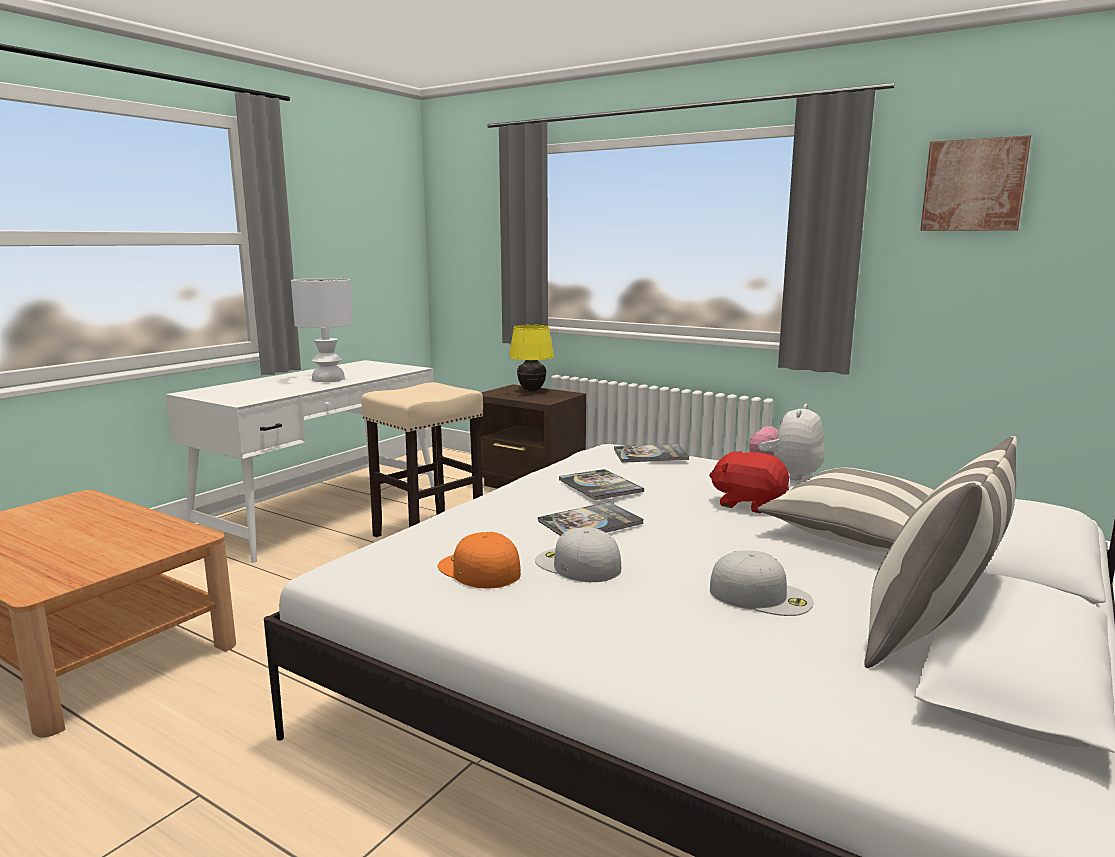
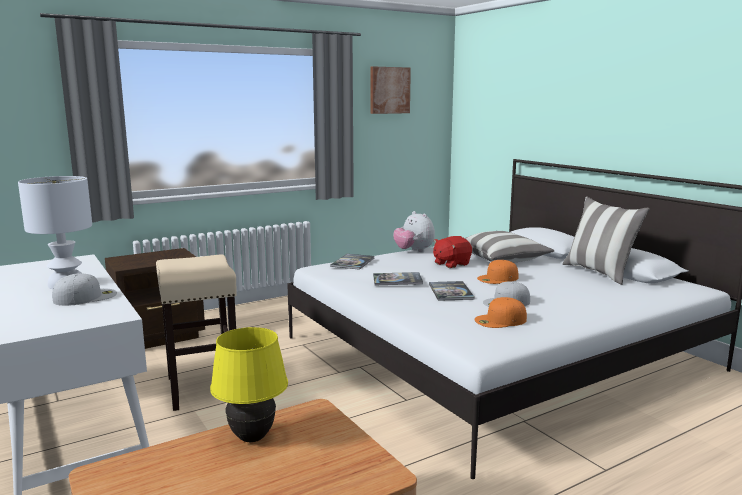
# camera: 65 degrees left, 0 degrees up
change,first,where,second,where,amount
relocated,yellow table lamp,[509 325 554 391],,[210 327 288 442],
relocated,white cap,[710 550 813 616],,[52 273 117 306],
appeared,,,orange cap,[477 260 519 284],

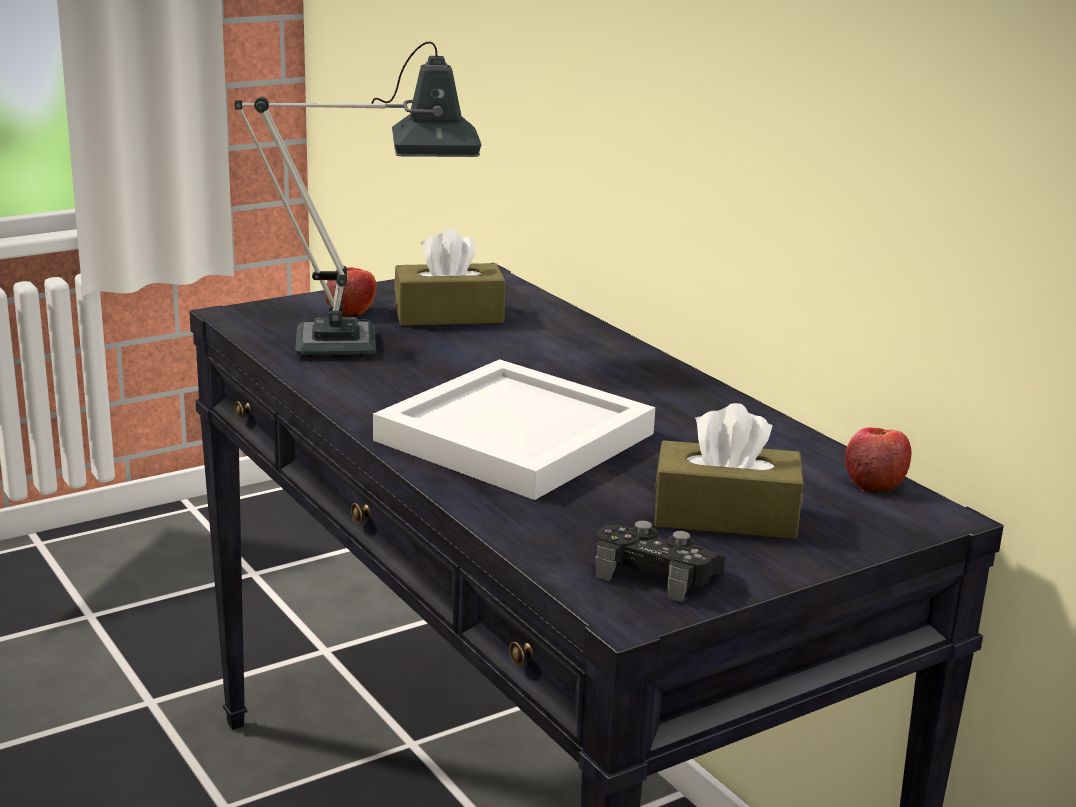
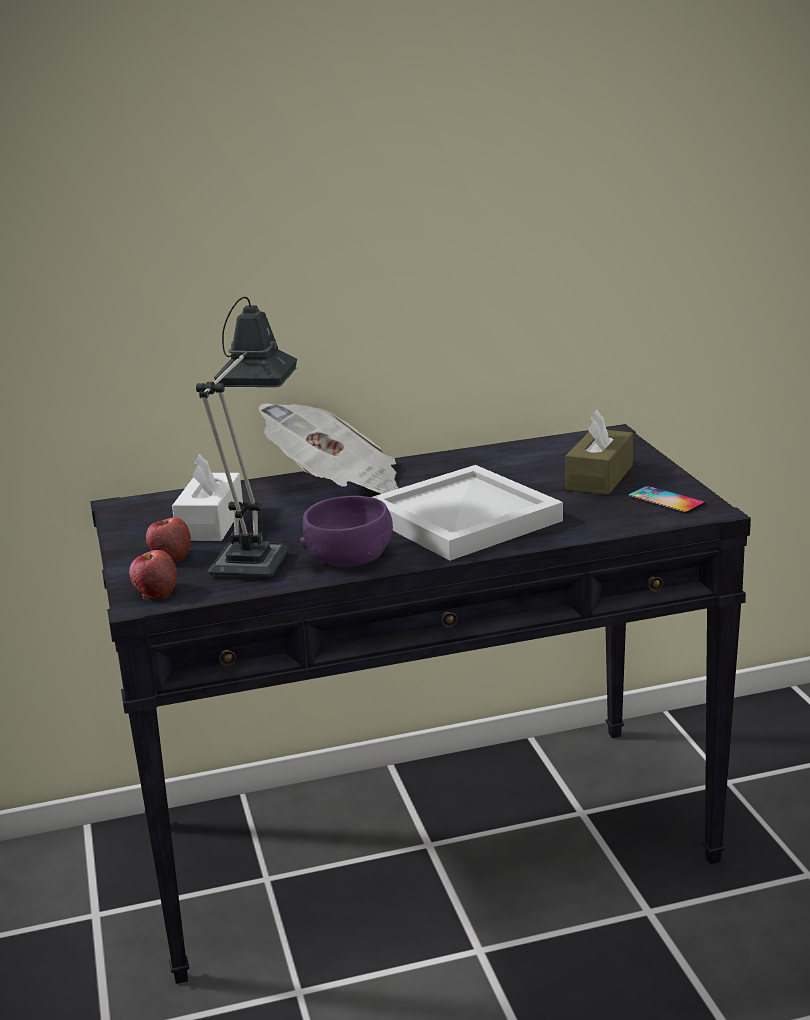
# camera: 70 degrees left, 0 degrees up
change,first,where,second,where,amount
colour,brown tissue box,[394 228 506 326],white tissue box,[172 453 243 541],
exchanged,black game controller,[595 520 726 602],phone,[629 486 705 513],
relocated,apple,[845 427 912 493],,[129 550 177 600],
appeared,,,newspaper,[258 403 398 494],
appeared,,,purple bowl,[300 496 393 567],

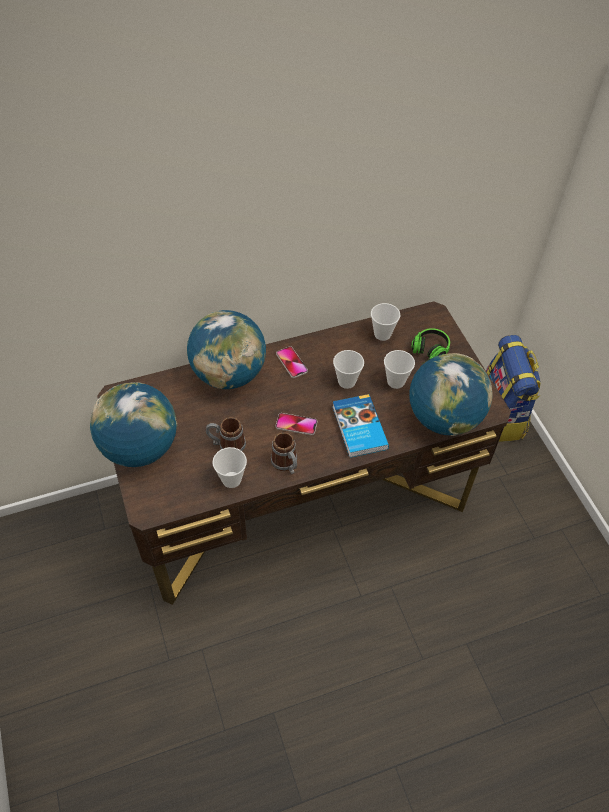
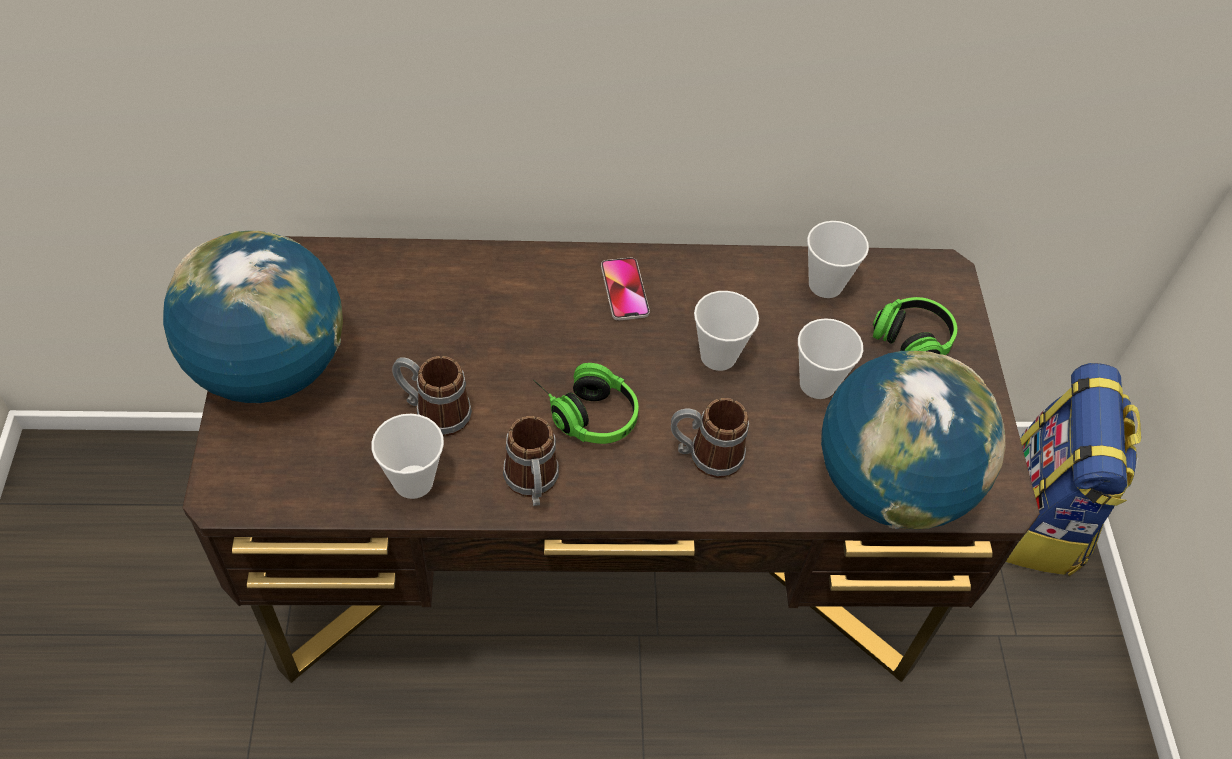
# camera: 15 degrees right, 0 degrees up
change,first,where,second,where,amount
missing,globe,[187 310 266 389],,,
exchanged,phone,[276 413 318 435],headphones,[533 363 639 444],
exchanged,book,[332 394 389 458],mug,[671 398 749 478],

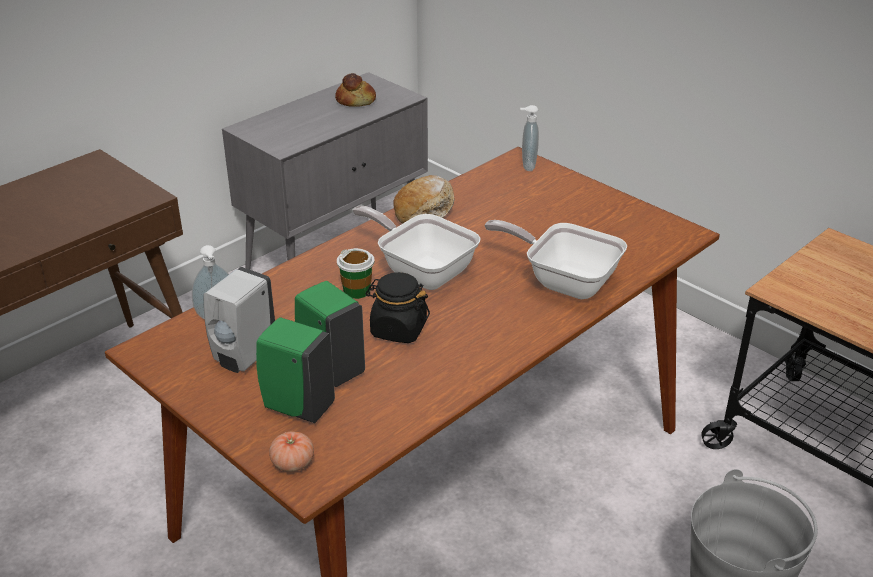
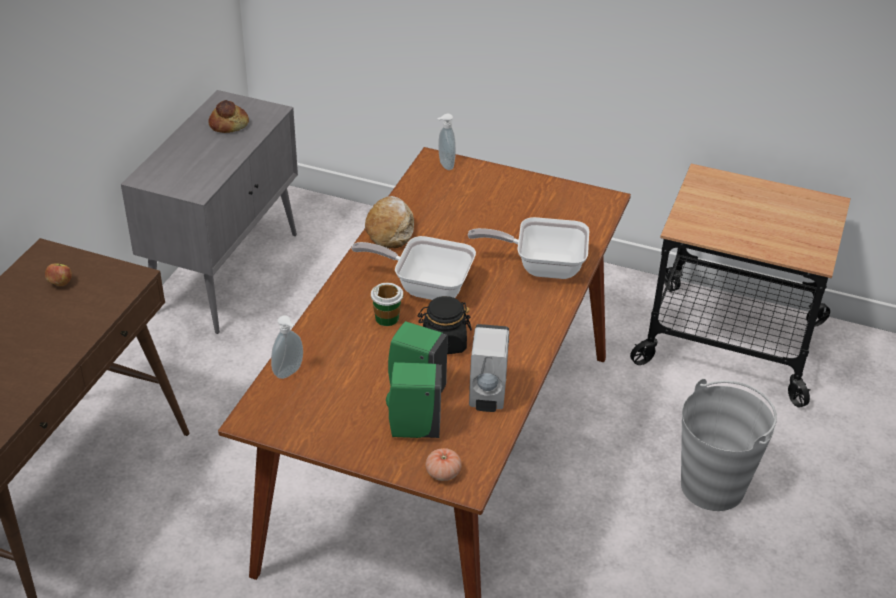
# camera: 25 degrees left, 5 degrees up
change,first,where,second,where,amount
relocated,white soap dispenser,[203 267 275 373],,[469 324 509 412],
appeared,,,apple,[45 262 72 286],

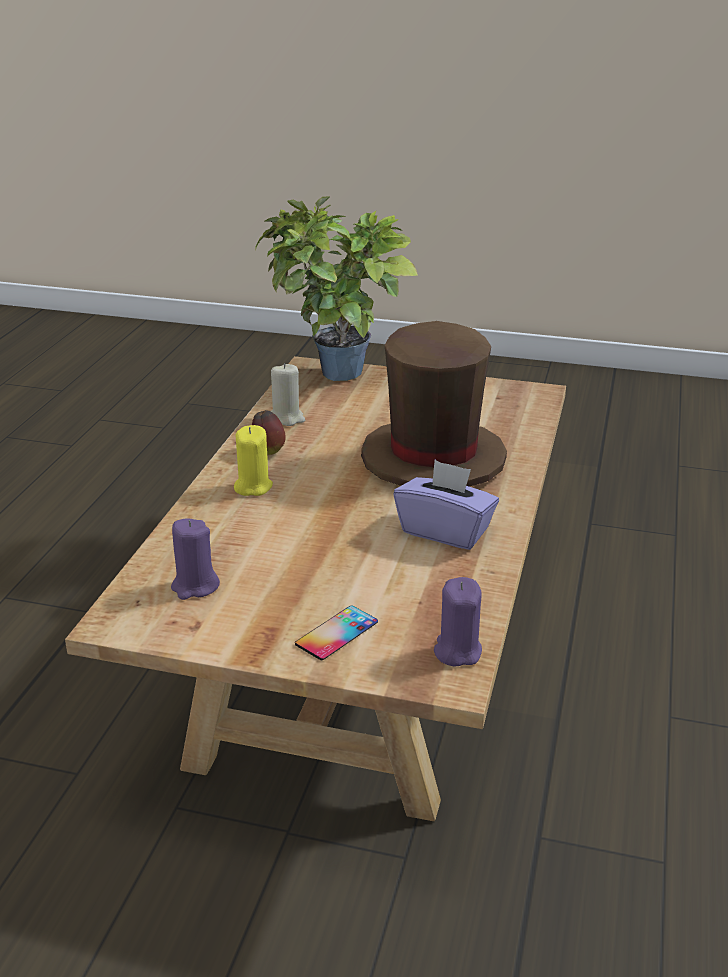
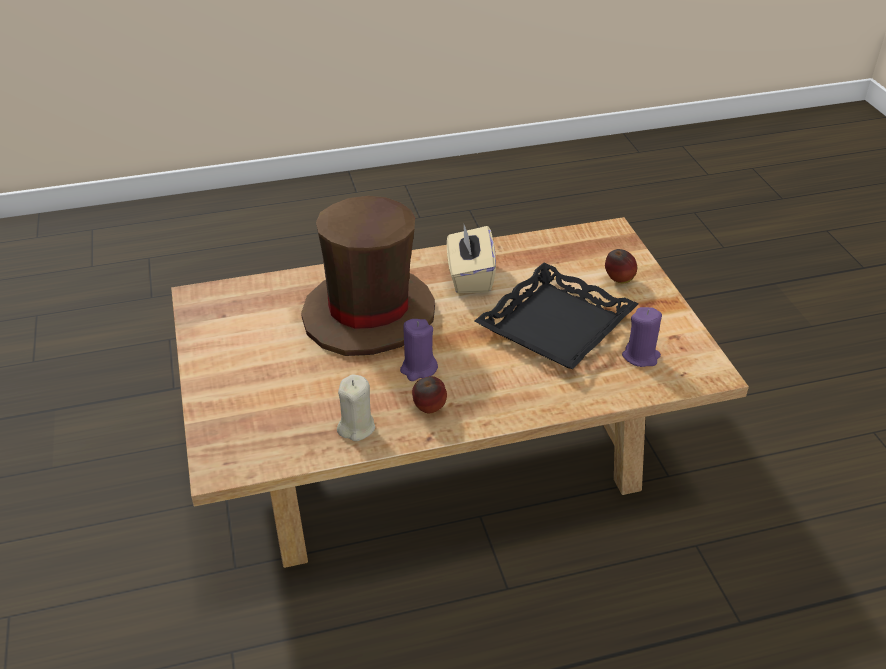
# camera: 120 degrees left, 10 degrees up
change,first,where,second,where,amount
missing,yellow candle,[234 425 273 496],,,
missing,potted plant,[256 196 418 381],,,
exchanged,phone,[295 605 378 660],apple,[605 249 637 283],
colour,purple tissue box,[394 460 499 550],beige tissue box,[447 225 496 293],
relocated,purple candle,[434 577 482 667],,[400 319 438 381],
appeared,,,black tray,[475 263 639 369],

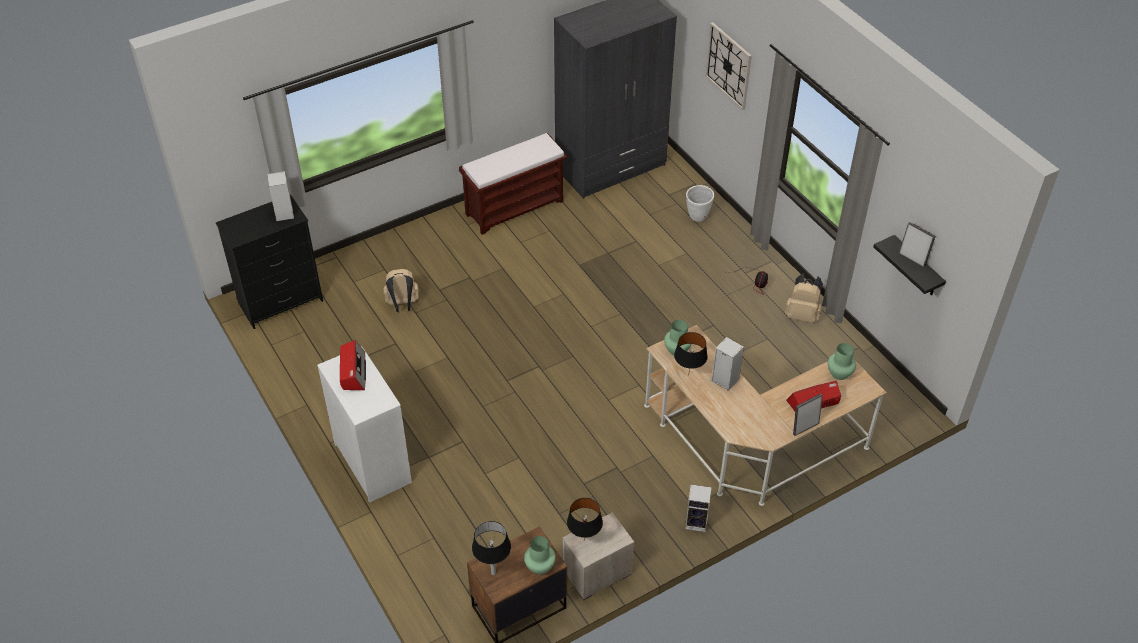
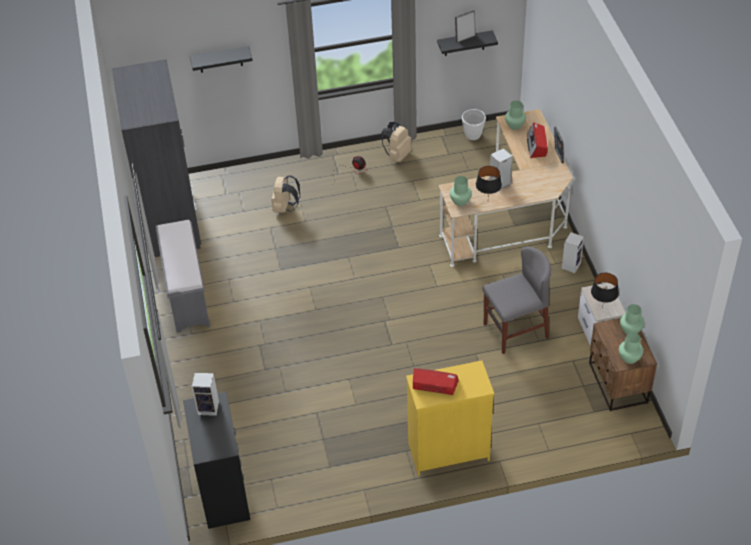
# camera: 70 degrees left, 0 degrees up
change,first,where,second,where,amount
colour,white dresser,[317 346 412 503],yellow dresser,[406 360 494 476],
relocated,beige backpack,[384 269 419 312],,[272 176 300 213],
colour,brown bench,[459 133 567 235],grey bench,[156 220 210 333],
exchanged,black table lamp,[472 521 511 575],green vase,[619 332 643 364],
relocated,white planter,[686 185 714 222],,[462 109 486 140],
exchanged,wall clock,[705 22 752 110],black shelf,[190 46 253 73],
appeared,,,grey chair,[482 247 551 354],

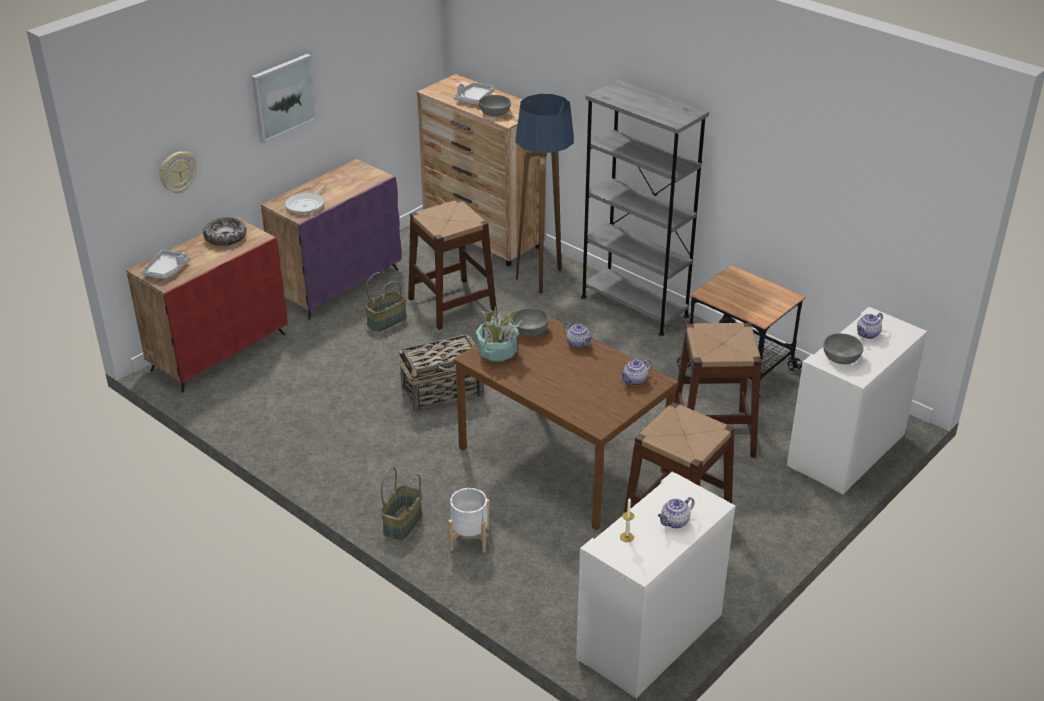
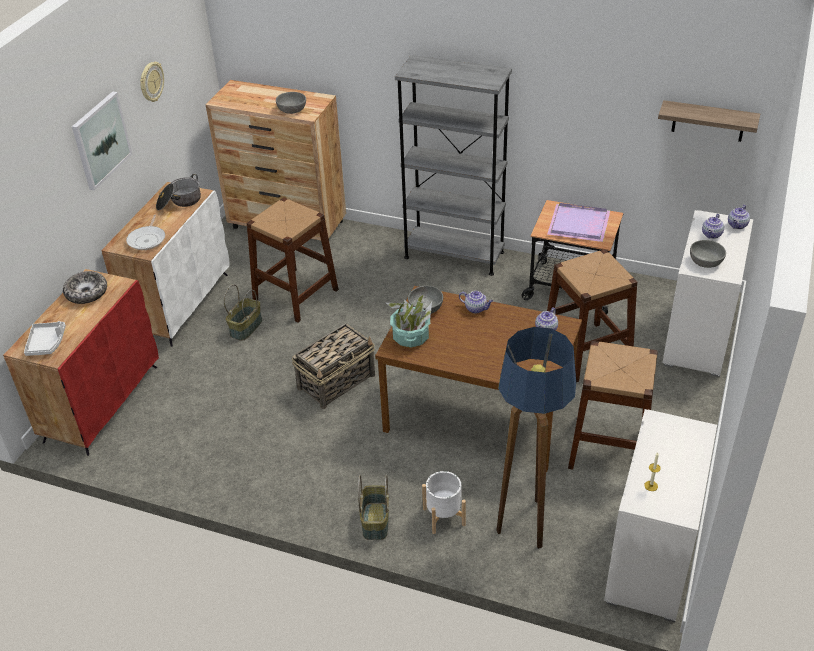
# camera: 20 degrees left, 5 degrees up
change,first,where,second,where,amount
relocated,wall clock,[159 151 197 193],,[140 62 164 102],
colour,purple cabinet,[261 159 401 320],white cabinet,[101 182 230 347],
missing,grey tray,[454 83 494 105],,,
relocated,floor lamp,[515 94 574 294],,[496 327 576 549],
relocated,teapot,[658 497 694 529],,[728 205 750 229],
appeared,,,cooking pot,[156 174 201 210],
appeared,,,purple tray,[548 203 610 242],
appeared,,,shelf,[658 100 760 142],

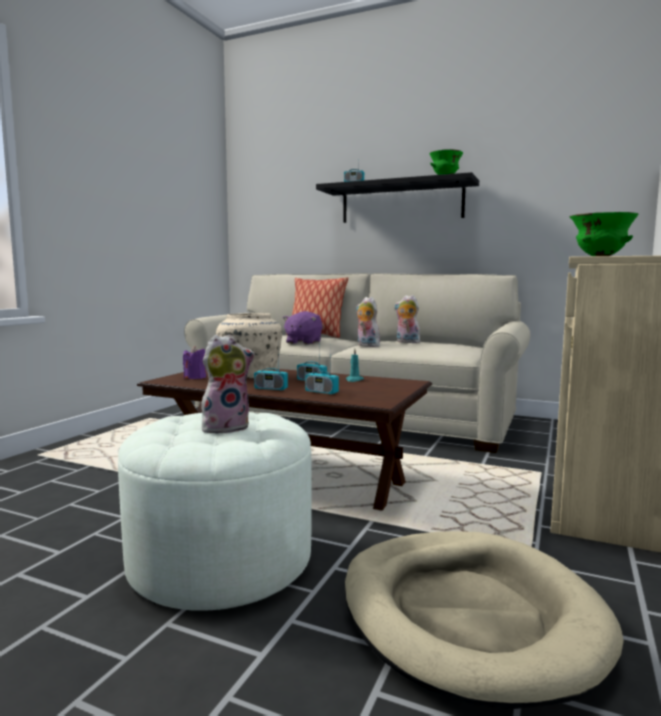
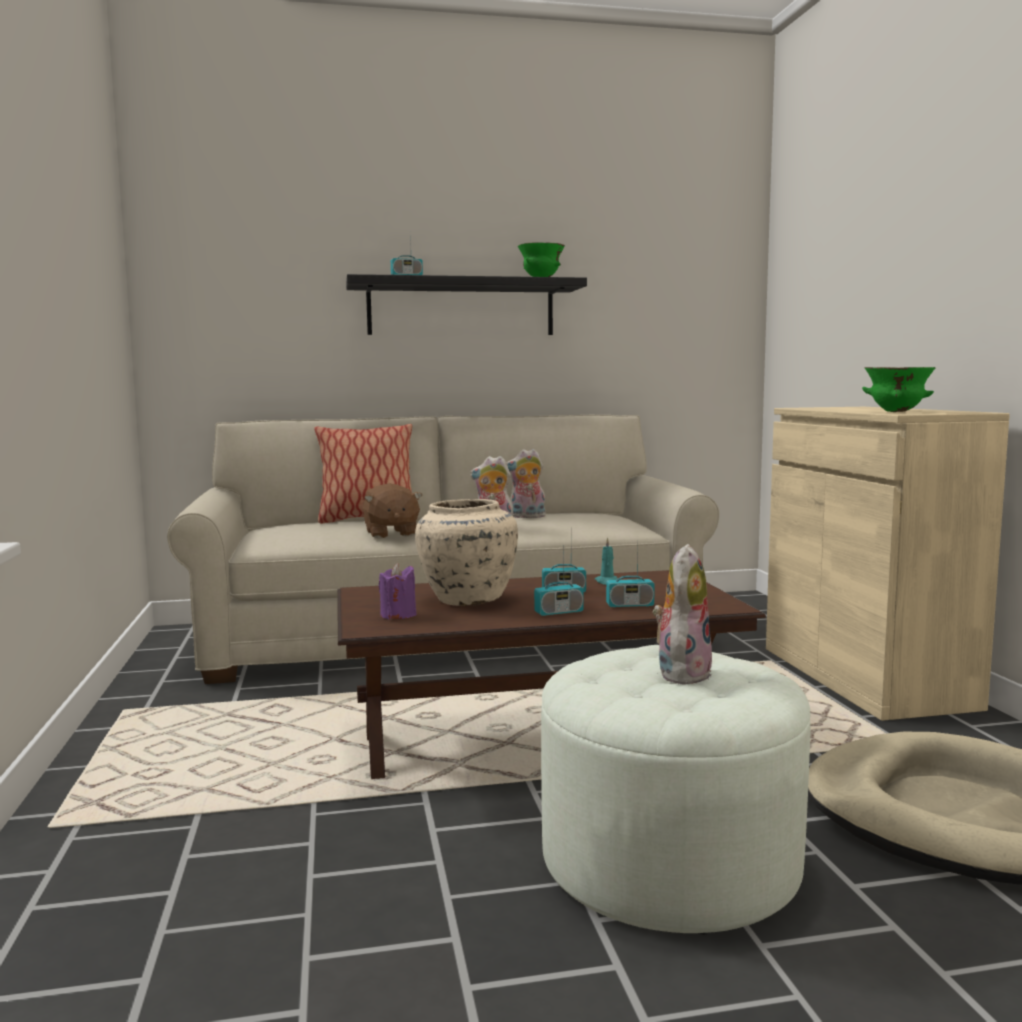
# camera: 35 degrees left, 0 degrees up
change,first,where,second,where,amount
colour,purple plush toy,[283 311 323 345],brown plush toy,[363 483 422 538],

